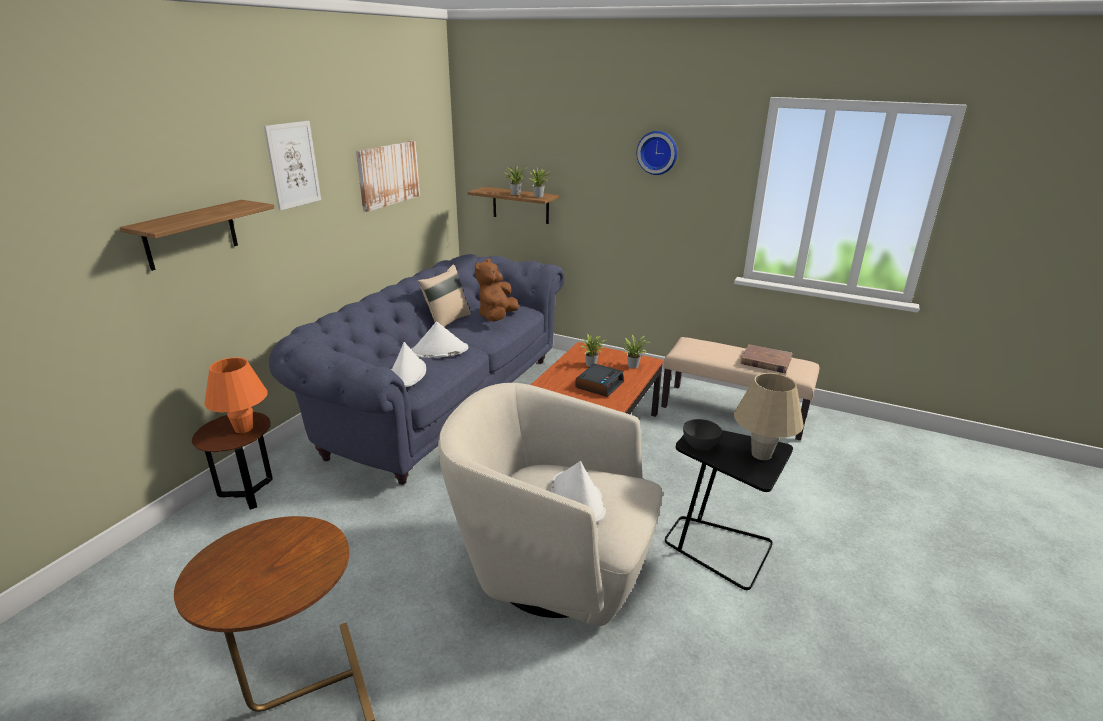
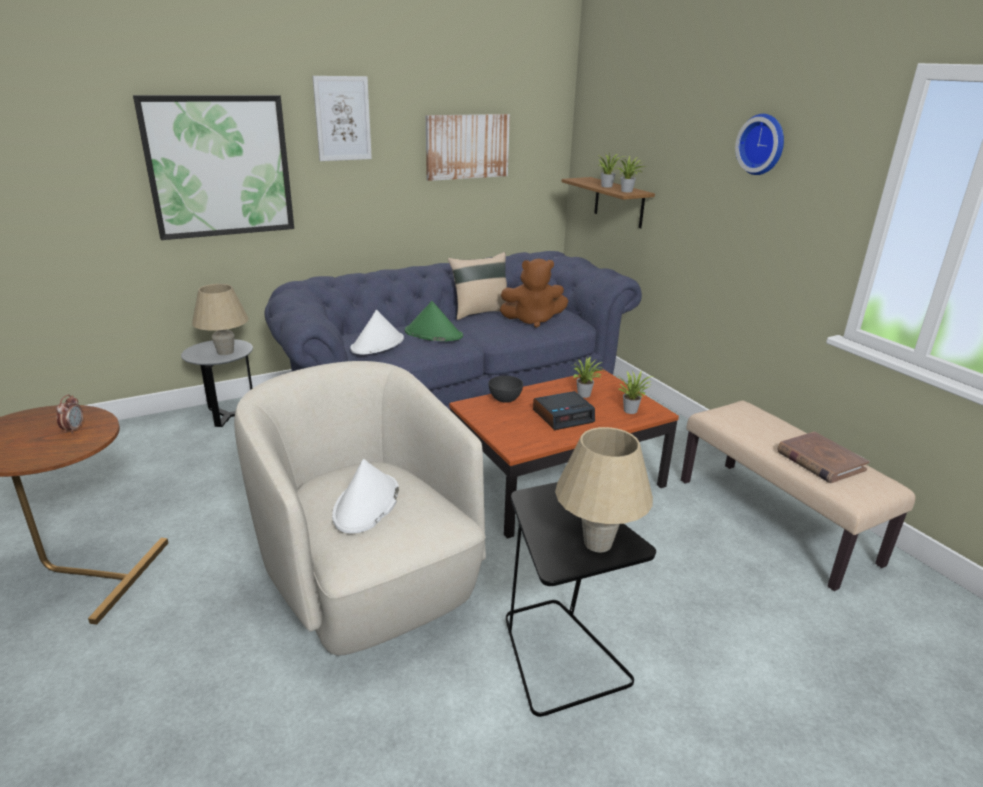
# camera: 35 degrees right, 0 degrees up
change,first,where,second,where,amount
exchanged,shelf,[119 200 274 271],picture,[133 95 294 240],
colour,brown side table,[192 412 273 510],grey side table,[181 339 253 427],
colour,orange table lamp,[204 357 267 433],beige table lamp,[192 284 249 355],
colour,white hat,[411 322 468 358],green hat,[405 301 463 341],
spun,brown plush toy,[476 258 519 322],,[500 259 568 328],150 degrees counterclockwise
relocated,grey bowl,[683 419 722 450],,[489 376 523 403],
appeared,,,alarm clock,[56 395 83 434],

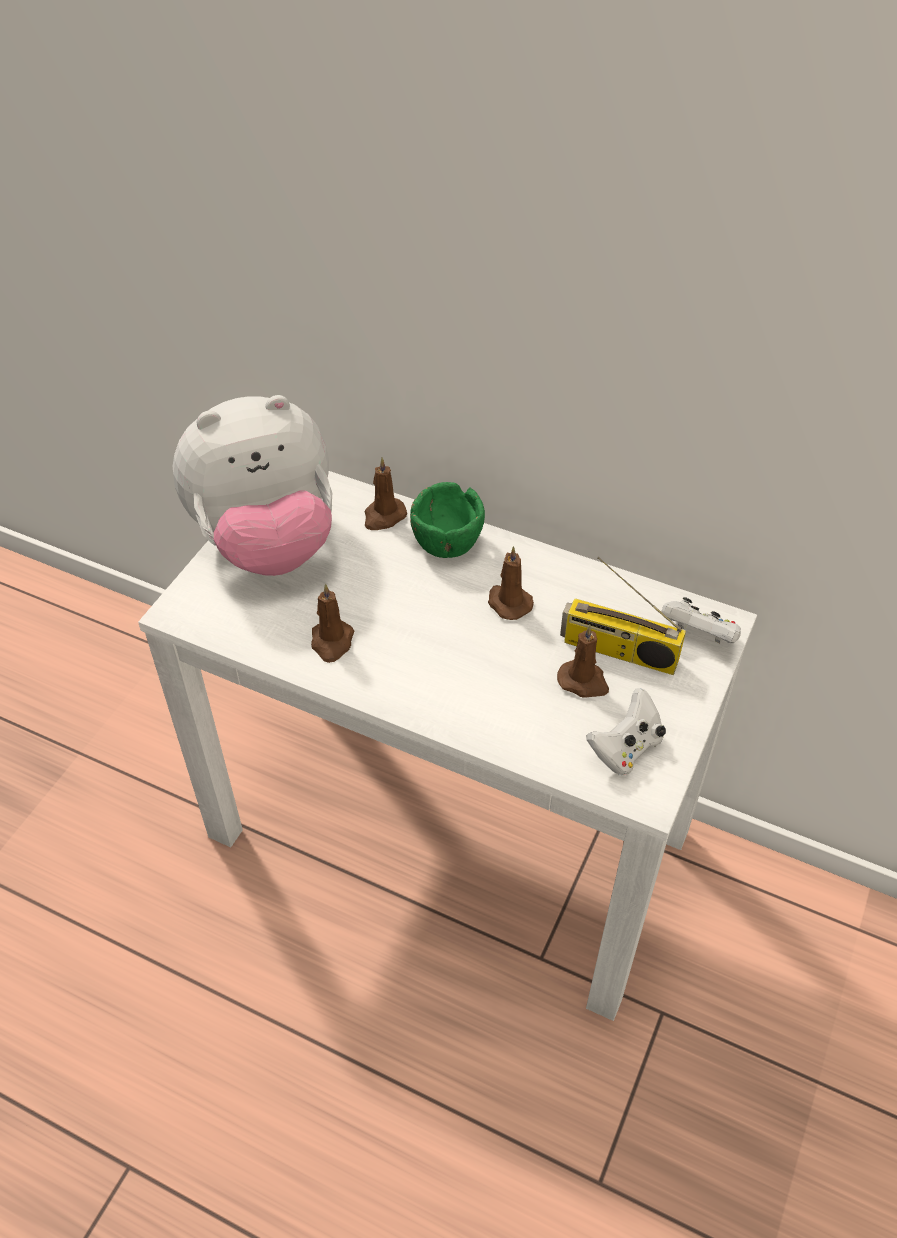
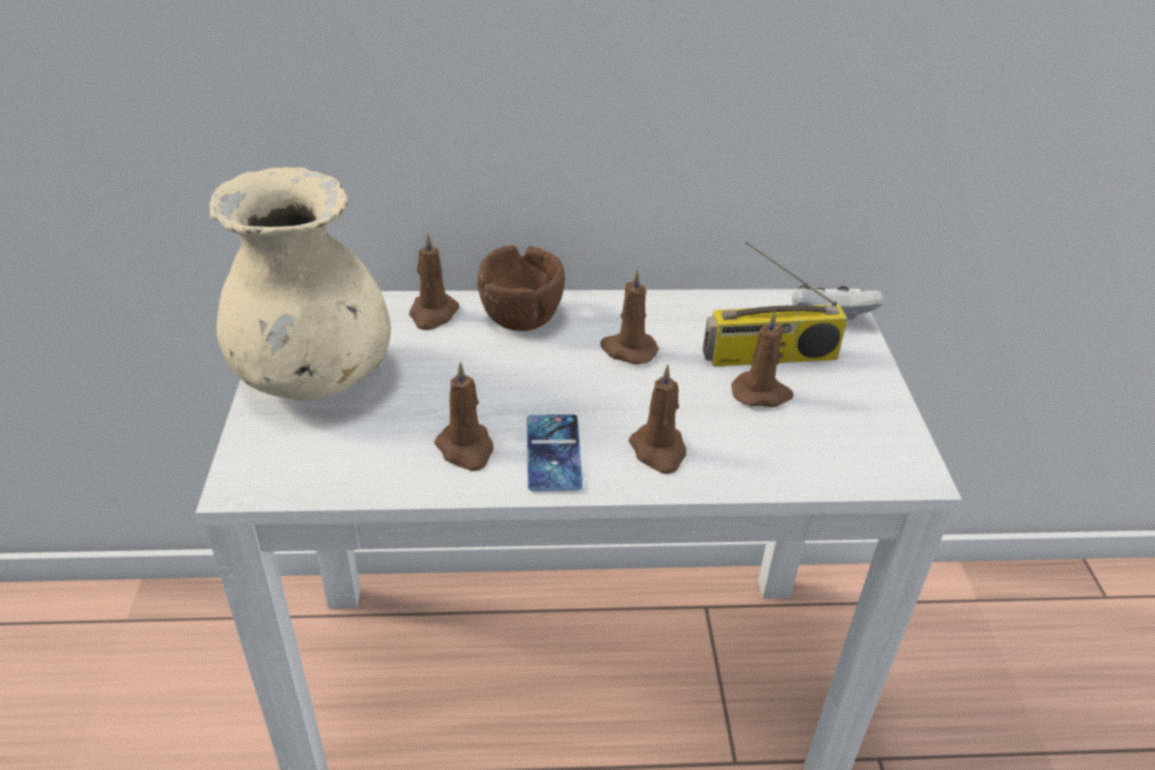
# camera: 30 degrees left, 10 degrees down
change,first,where,second,where,amount
exchanged,plush toy,[173 395 332 576],beige vase,[209 167 391 400],
colour,green bowl,[410 482 485 558],brown bowl,[477 245 565 331],
missing,white game controller,[586 688 666 776],,,
appeared,,,phone,[527 414 583 491],
appeared,,,brown candle,[629 364 686 474],

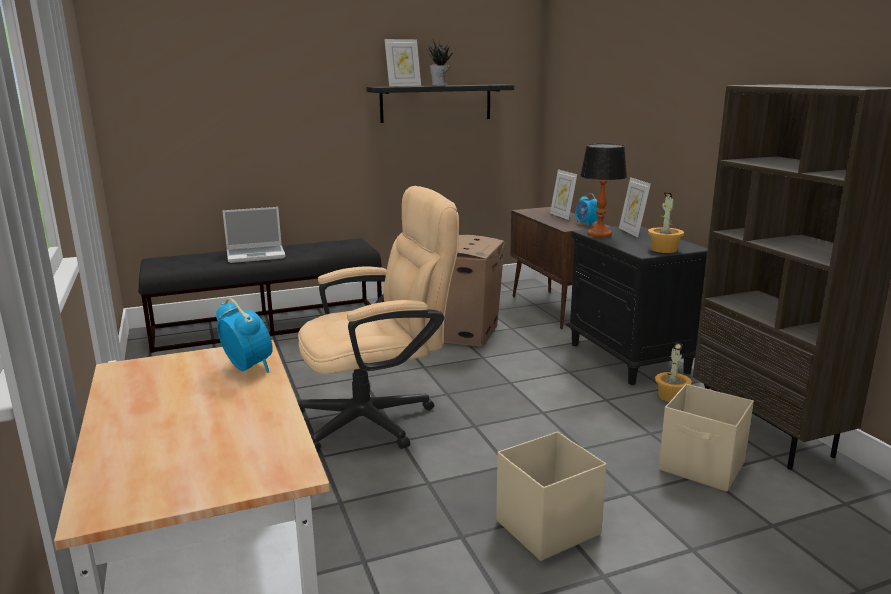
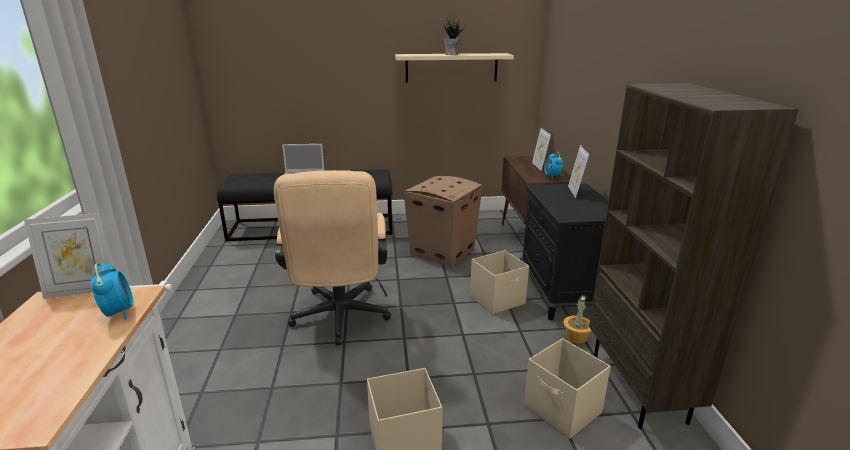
# camera: 15 degrees right, 5 degrees up
change,first,where,second,where,amount
spun,beige office chair,[297 186 459 453],,[274 170 391 345],90 degrees clockwise
colour,black shelf,[366 84 514 123],beige shelf,[395 53 514 82],
relocated,picture frame,[384 39 421 87],,[24 213 110 298],
missing,table lamp,[580 144 627 237],,,
missing,potted plant,[648 193 684 253],,,
appeared,,,beige storage box,[470 250 529 315],

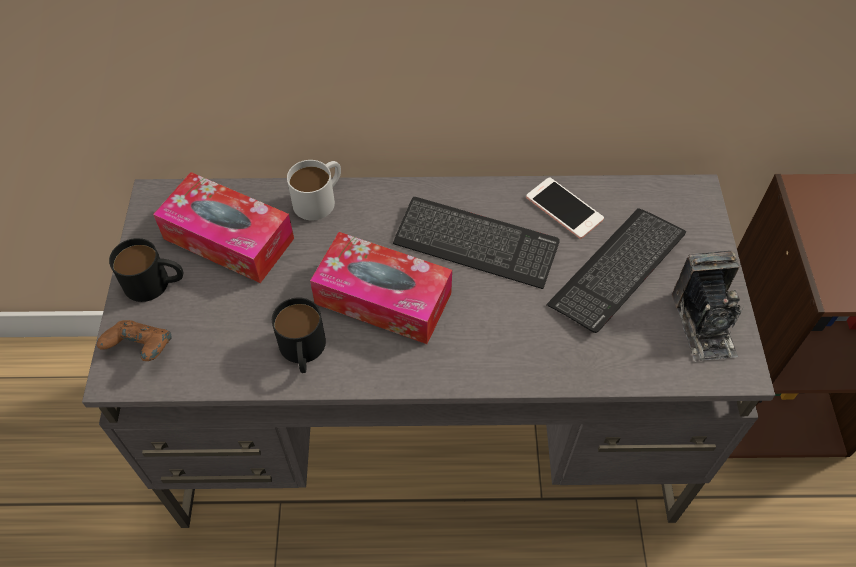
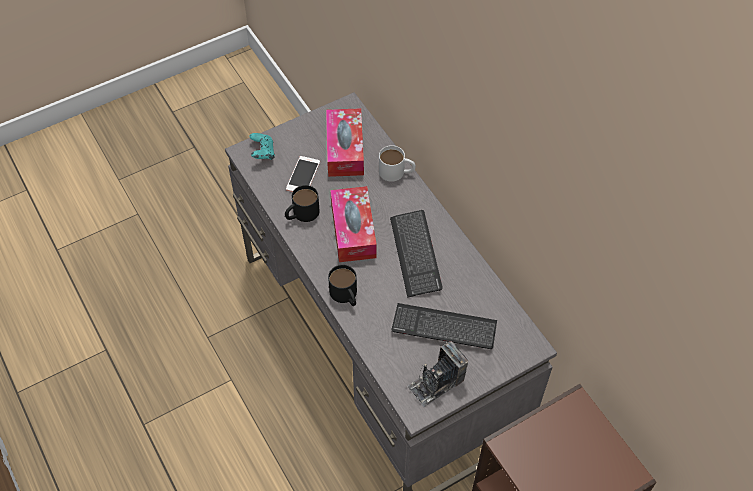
# camera: 60 degrees right, 0 degrees up
change,first,where,second,where,amount
colour,brown game controller,[97 320 172 361],turquoise game controller,[249 133 275 160],
relocated,black mug,[109 238 183 302],,[328 265 357 306],
relocated,phone,[526 177 604 239],,[286 156 320 192],

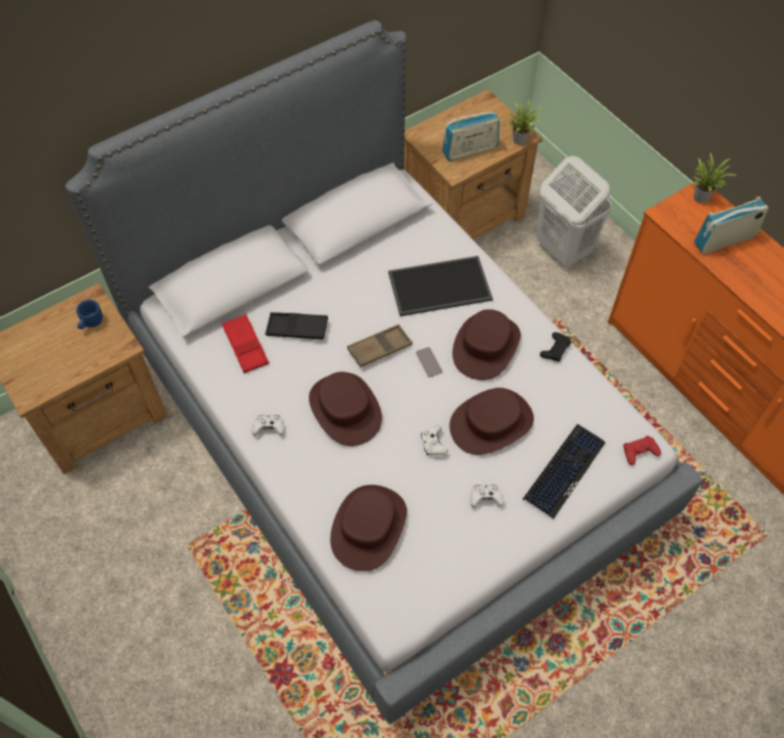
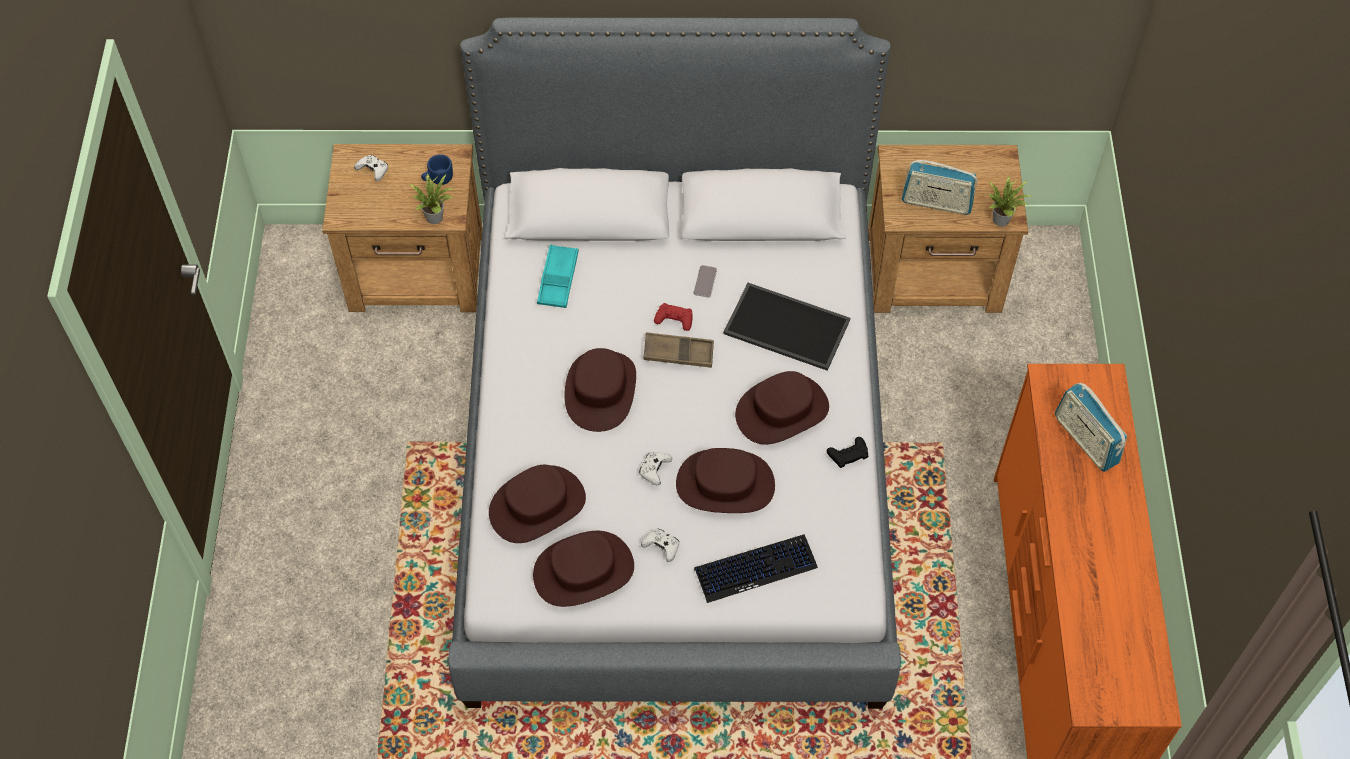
# camera: 35 degrees right, 0 degrees up
change,first,where,second,where,amount
colour,red tray,[222 314 269 373],turquoise tray,[537 245 579 308],
relocated,white game controller,[252 415 284 436],,[354 155 388 181],
missing,black tray,[265 312 328 340],,,
relocated,phone,[416 347 443 377],,[693 265 717 297],
missing,white laundry basket,[537 156 612 267],,,
relocated,red game controller,[623 436 661 465],,[654 303 693 331],
relocated,potted plant,[693 152 737 203],,[408 173 453 224],
spun,radio,[694 197 769 254],,[1055 383 1127 472],135 degrees counterclockwise
appeared,,,brown hat,[533 531 634 607],

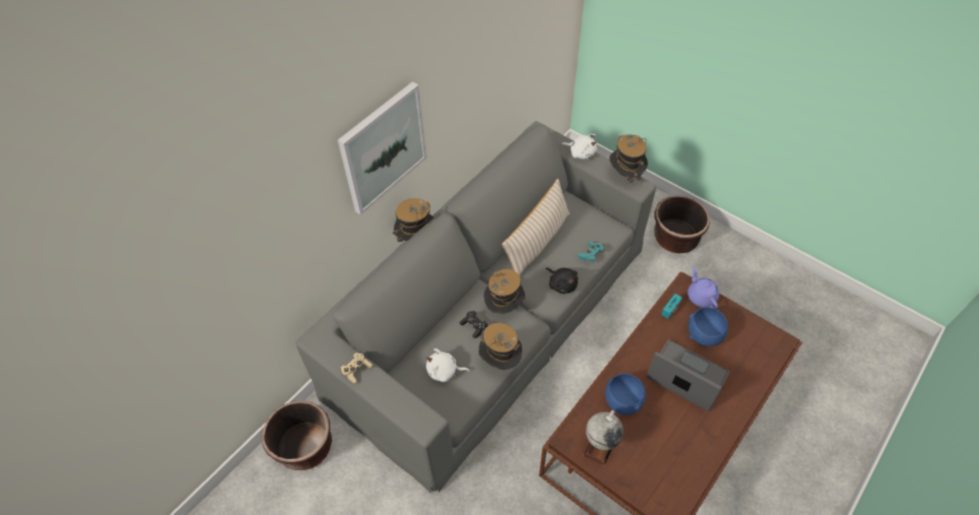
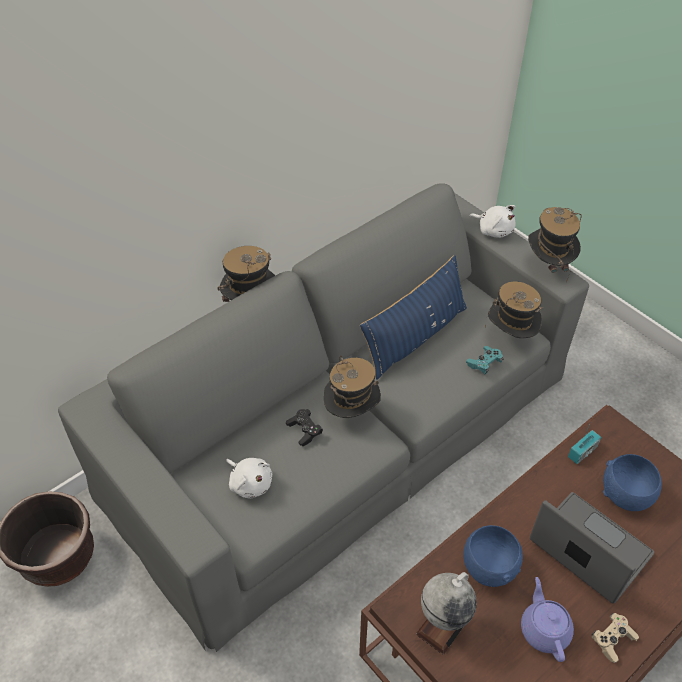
# camera: 10 degrees right, 5 degrees down
change,first,where,second,where,amount
missing,picture,[338 82 427 215],,,
relocated,beige game controller,[340 353 373 384],,[591 613 639 663],
spun,white plush toy,[426 348 470 382],,[226 458 272 499],150 degrees counterclockwise
relocated,hat,[478 323 522 370],,[485 281 543 338],
colour,beige pillow,[502 179 570 276],blue pillow,[360 255 467 380],
missing,black plush toy,[546 267 578 294],,,
missing,brown planter,[654 196 710 253],,,
relocated,purple teapot,[688 267 719 309],,[521 577 574 662],

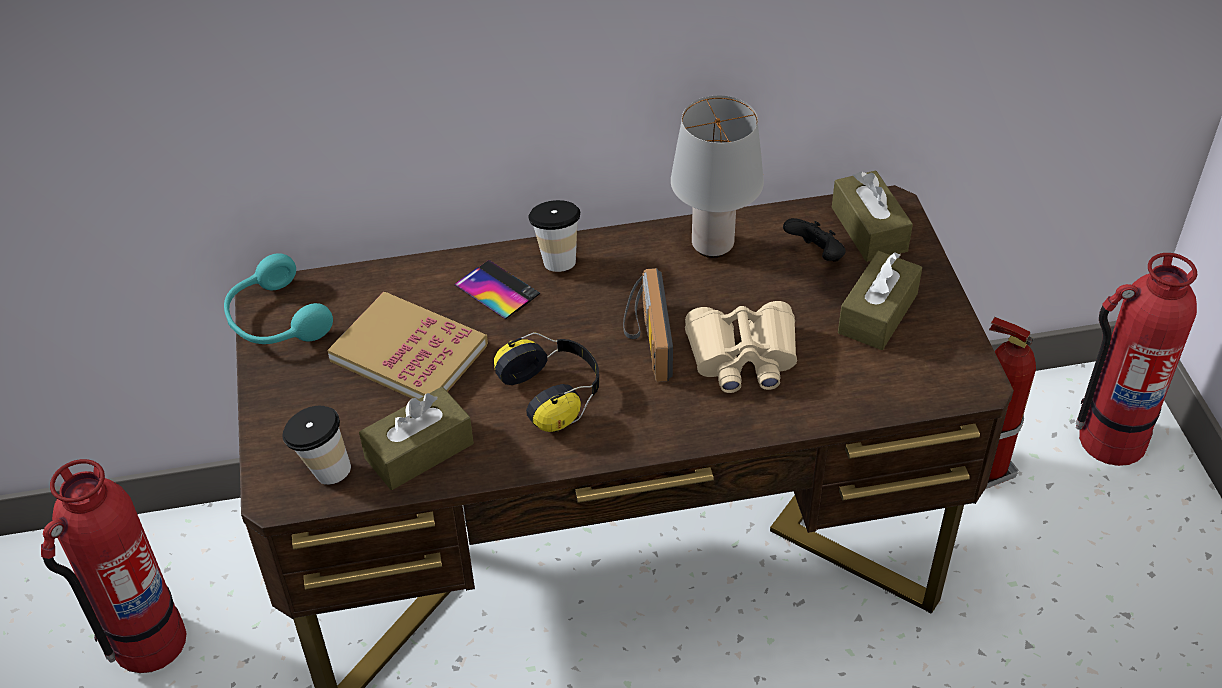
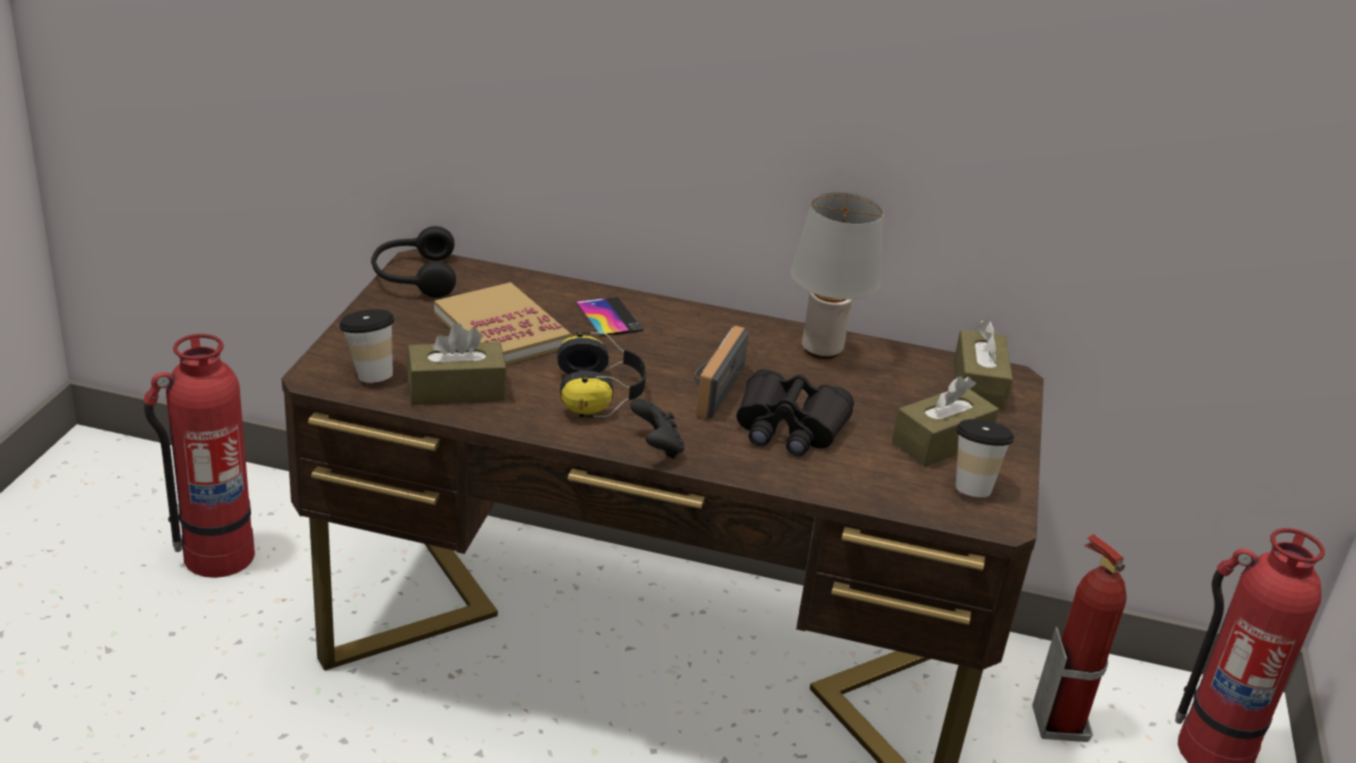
# camera: 20 degrees right, 15 degrees down
change,first,where,second,where,amount
colour,turquoise headphones,[224 253 333 344],black headphones,[371 226 456 298],
relocated,cup,[528 200 580 272],,[956 419 1014 497],
colour,beige binoculars,[685 301 797 393],black binoculars,[736 369 854 456],
relocated,black game controller,[783 218 846 262],,[630 398 685 459],

